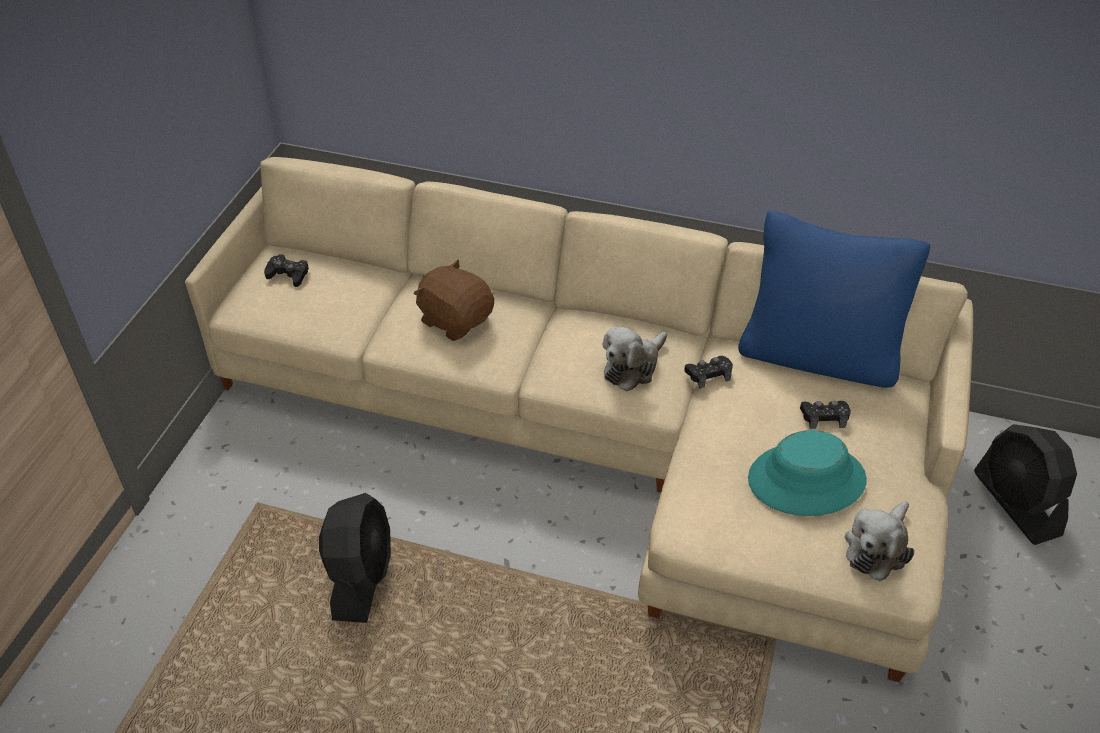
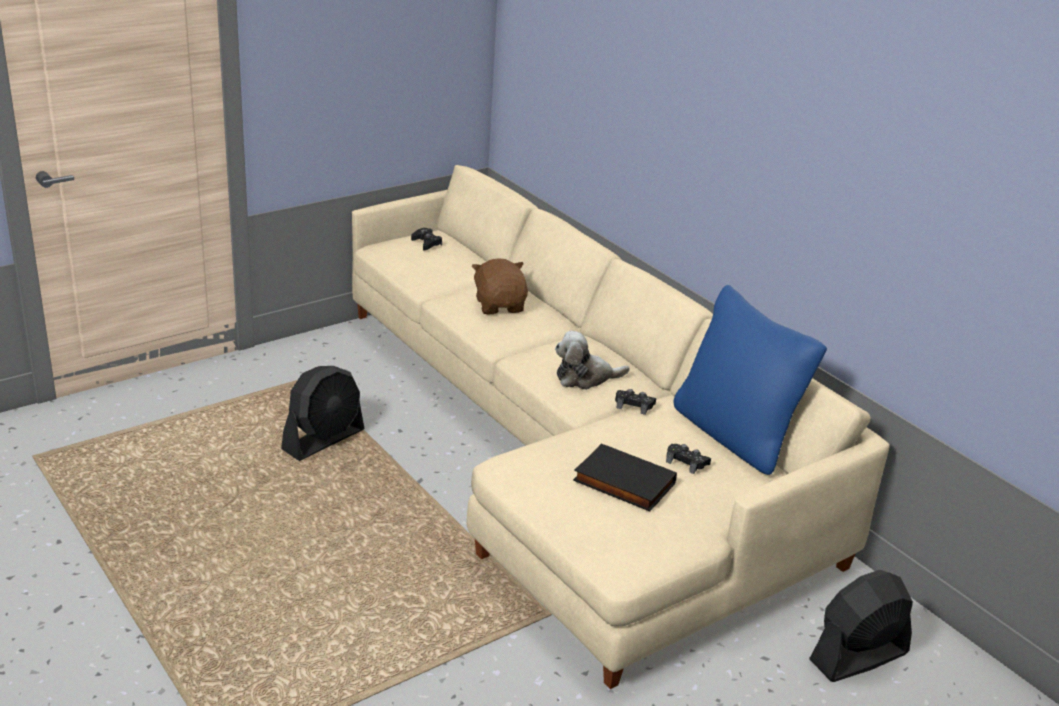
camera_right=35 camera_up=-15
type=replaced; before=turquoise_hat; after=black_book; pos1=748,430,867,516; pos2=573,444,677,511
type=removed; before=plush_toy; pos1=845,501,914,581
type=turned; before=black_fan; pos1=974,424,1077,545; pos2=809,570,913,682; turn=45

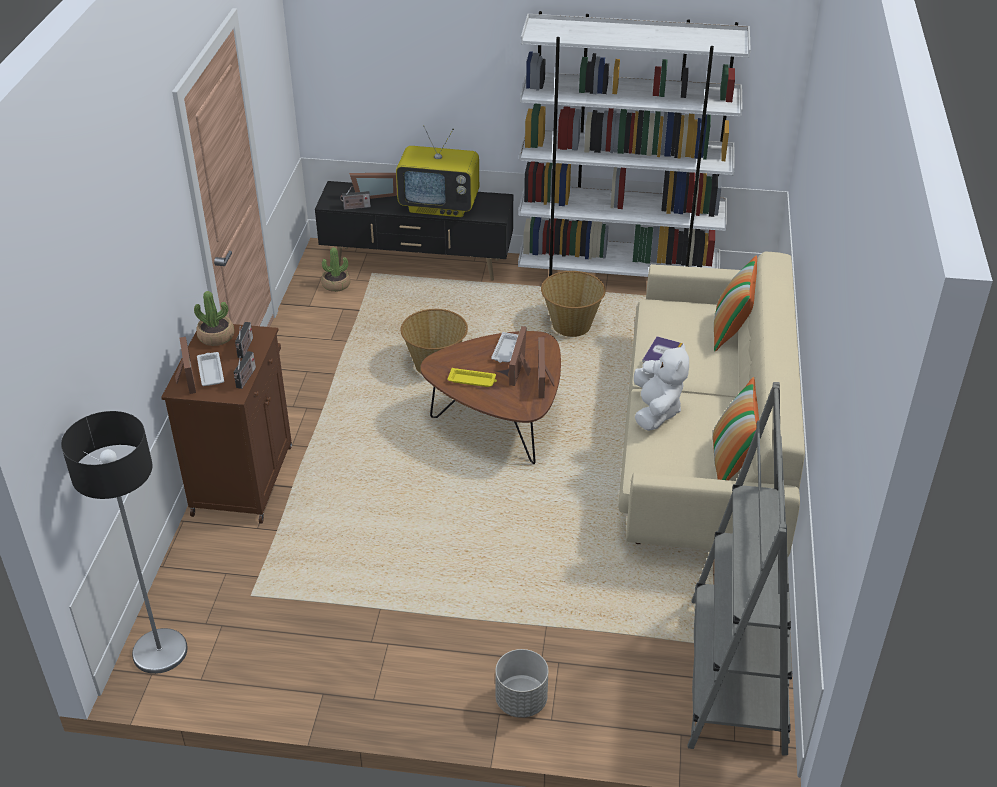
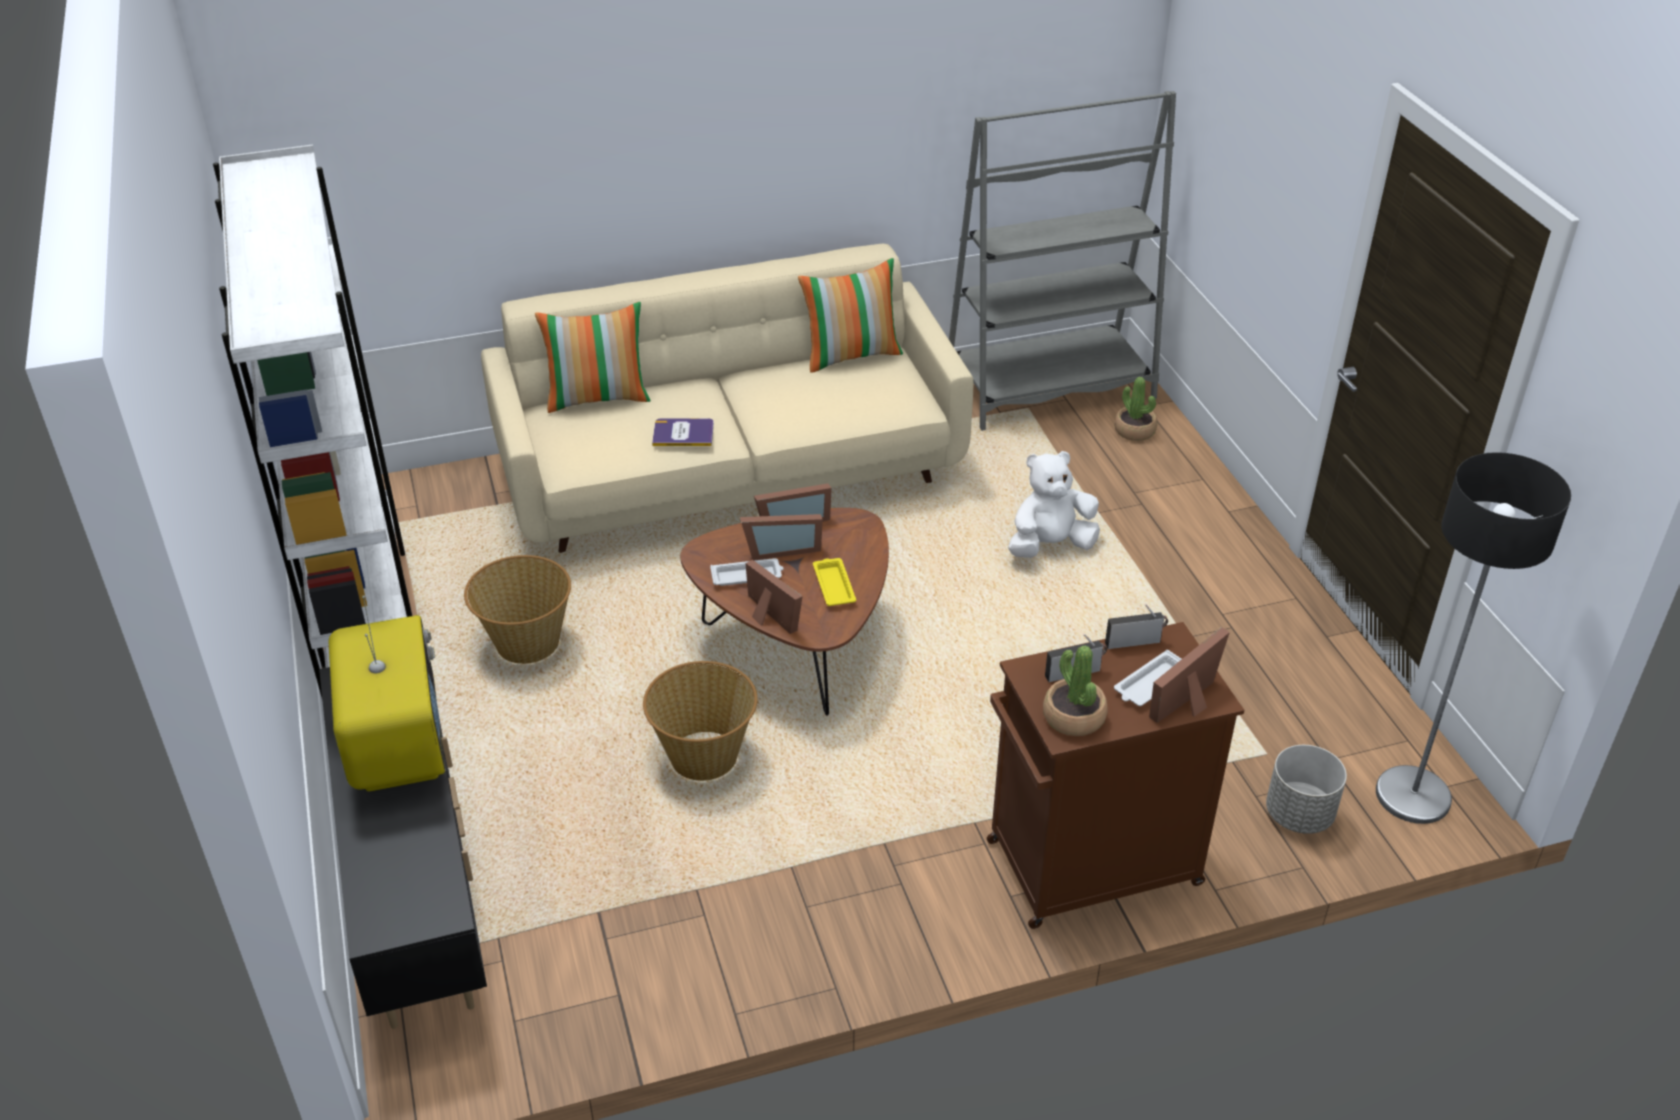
camera_right=-115 camera_up=0
type=moved; before=potted_plant; pos1=321,247,350,292; pos2=1114,377,1157,441
type=removed; before=radio; pos1=340,186,371,210
type=moved; before=picture_frame; pos1=349,173,397,199; pos2=745,560,803,634
type=moved; before=grey_planter; pos1=495,649,548,718; pos2=1266,745,1347,834
type=moved; before=white_plush_toy; pos1=634,343,689,431; pos2=1008,451,1100,558

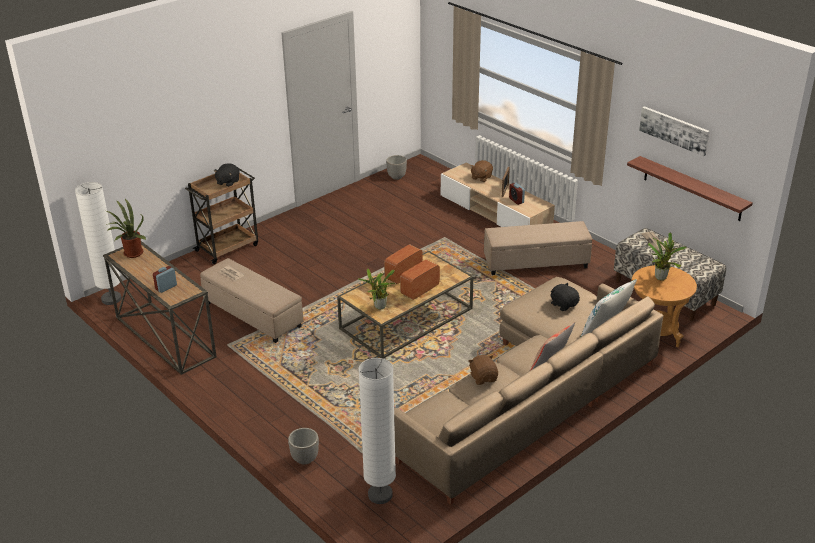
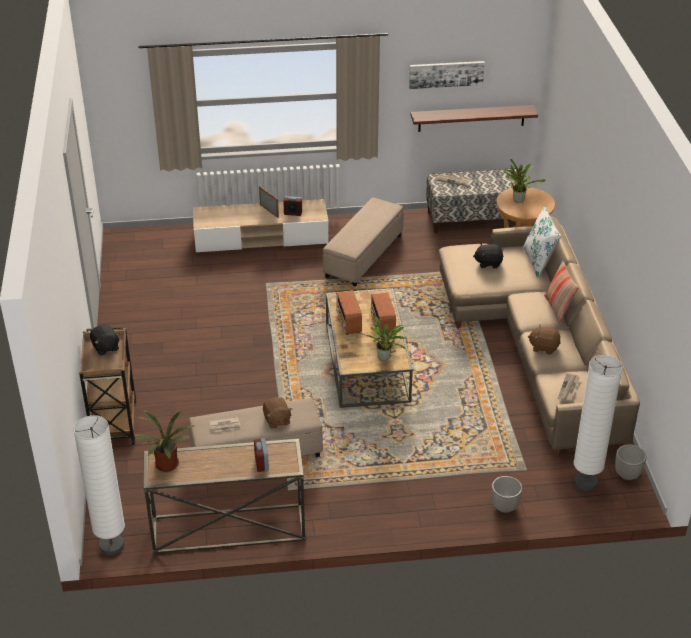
camera_right=-55 camera_up=5
type=moved; before=planter; pos1=386,155,407,180; pos2=615,444,646,480
type=moved; before=brown_plush_toy; pos1=470,160,493,182; pos2=263,397,292,429
type=added; after=newspaper; pos2=558,373,580,401

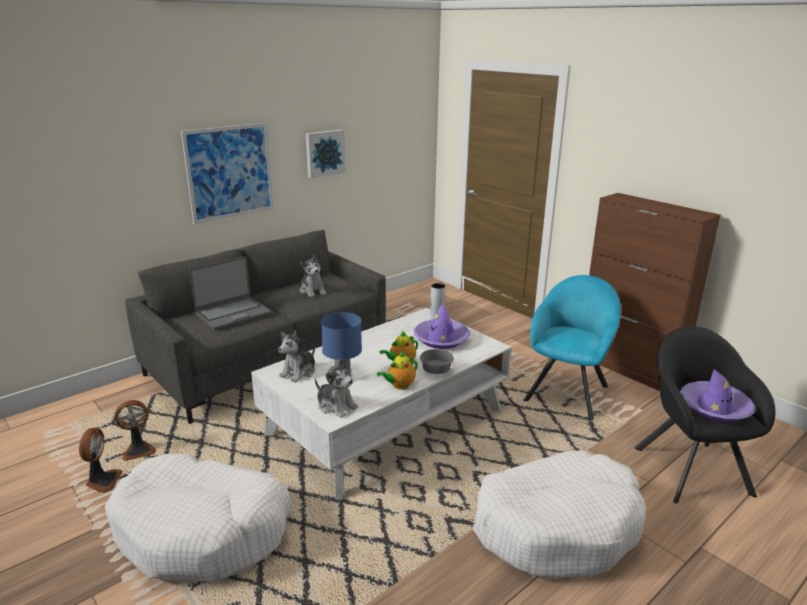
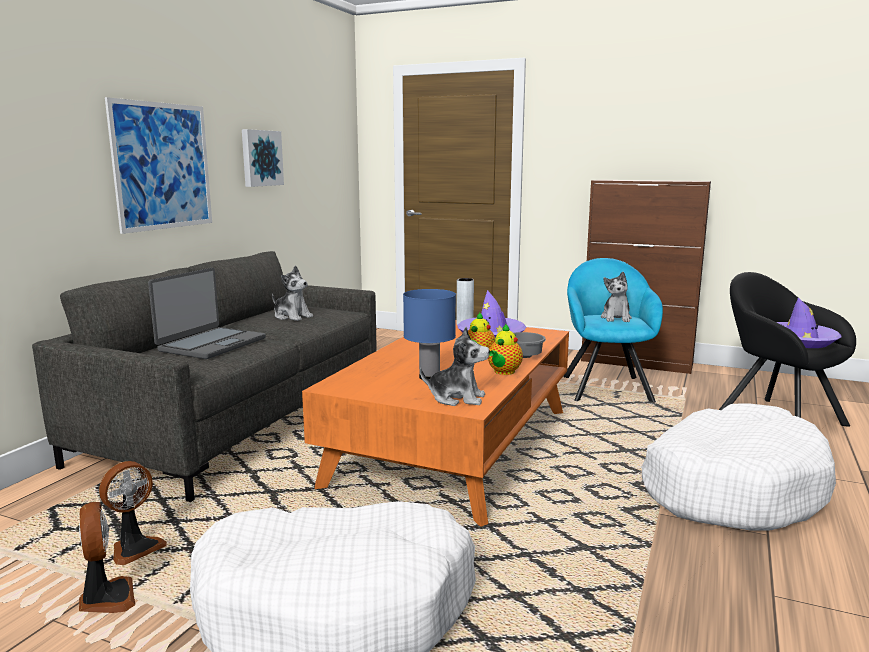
camera_right=-25 camera_up=-10
type=recoloured; before=white_coffee_table; after=orange_coffee_table; pos1=251,308,512,500; pos2=302,322,569,527
type=moved; before=plush_toy; pos1=278,331,315,383; pos2=601,272,632,322

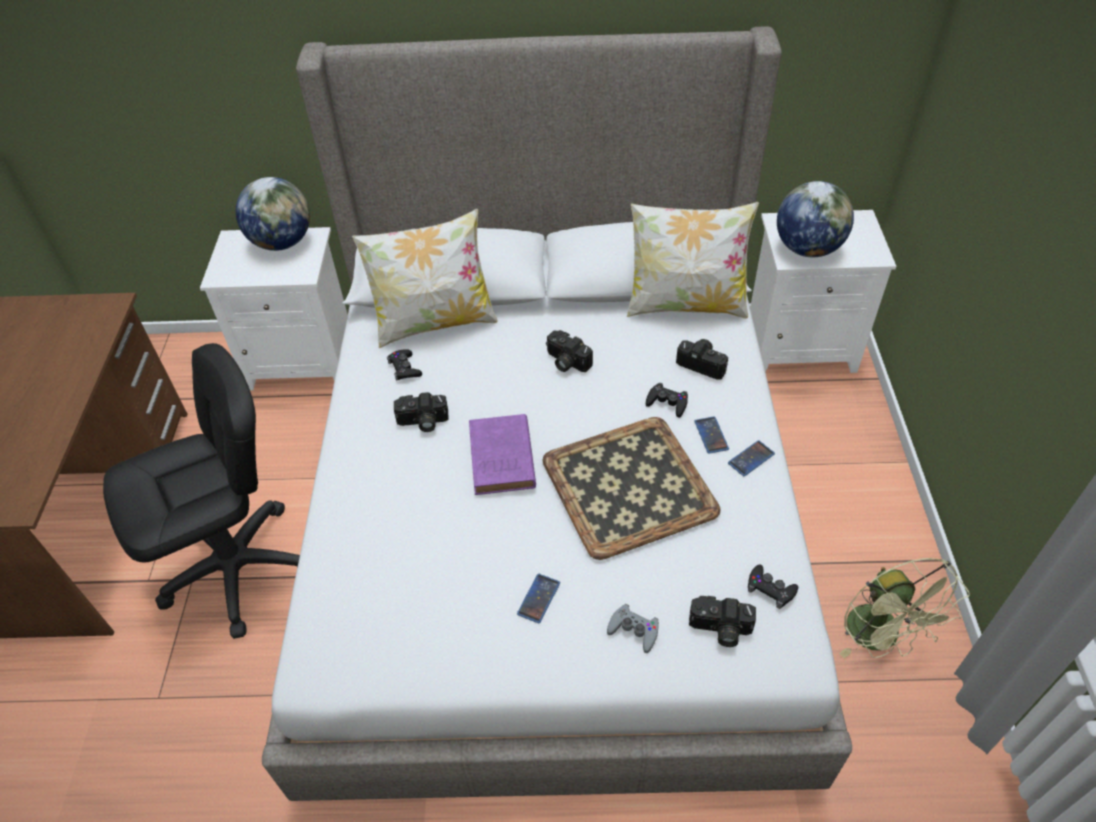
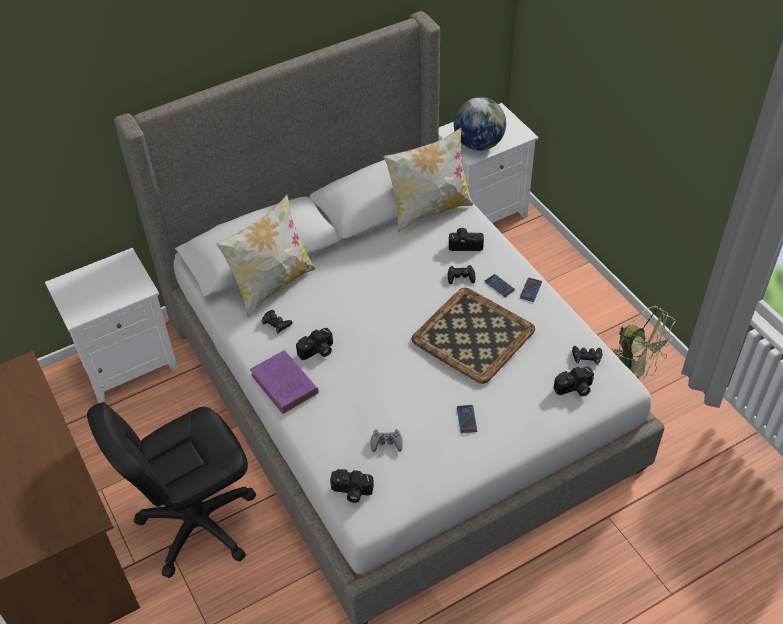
camera_right=-30 camera_up=0
type=turned; before=black_office_chair; pos1=103,343,300,639; pos2=87,402,256,578; turn=-150
type=removed; before=globe; pos1=235,177,310,251
type=moved; before=purple_book; pos1=469,414,536,495; pos2=250,350,319,414
type=moved; before=photo_camera; pos1=546,330,593,372; pos2=330,469,374,503
type=moved; before=grey_game_controller; pos1=607,604,659,653; pos2=371,429,402,452

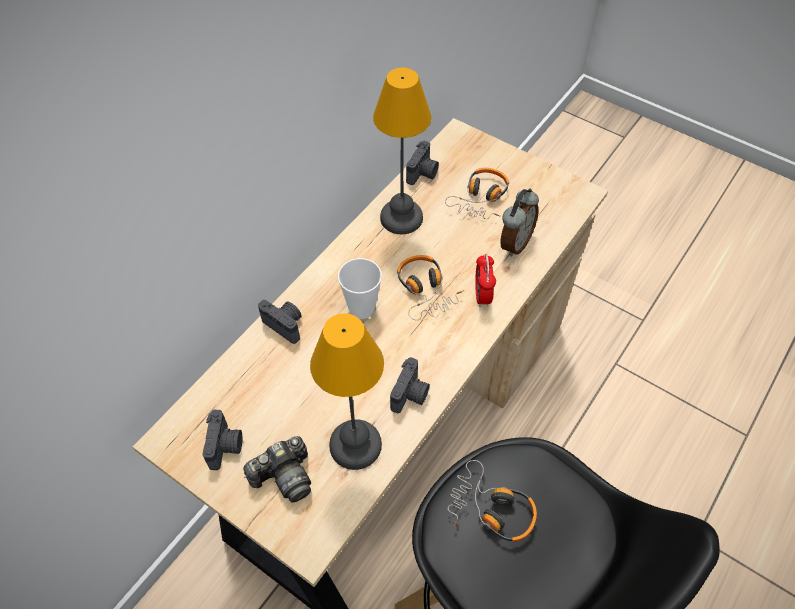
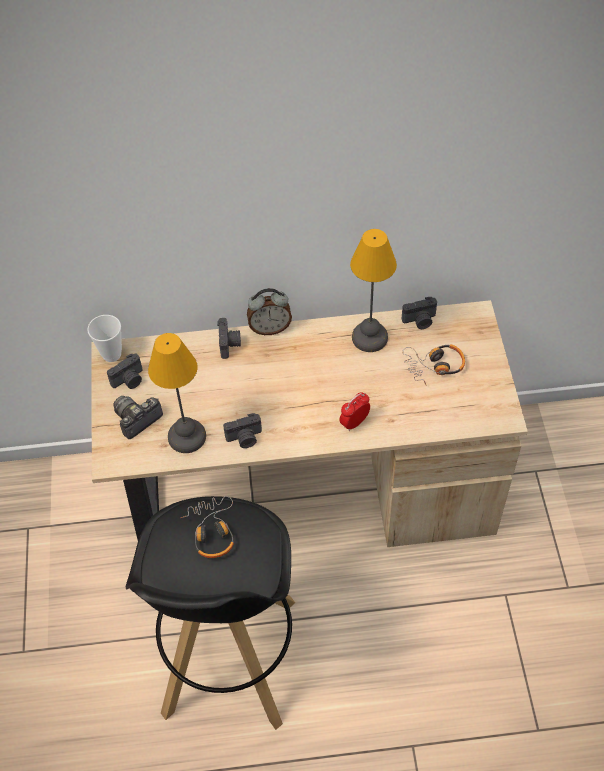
camera_right=50 camera_up=0
type=turned; before=photo_camera; pos1=243,436,311,502; pos2=113,396,163,439; turn=120
type=moved; before=cup; pos1=338,258,382,319; pos2=87,315,122,362
type=removed; before=headphones; pos1=397,255,464,320
type=moved; before=alarm_clock; pos1=500,188,539,257; pos2=247,288,292,335

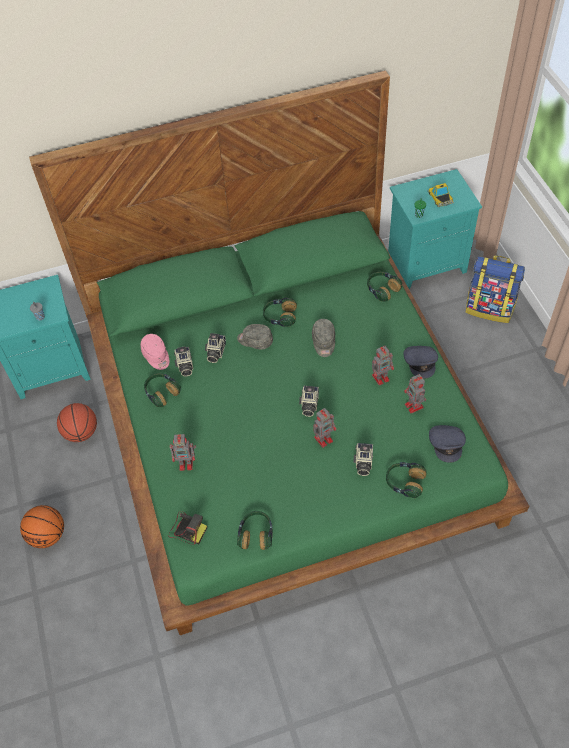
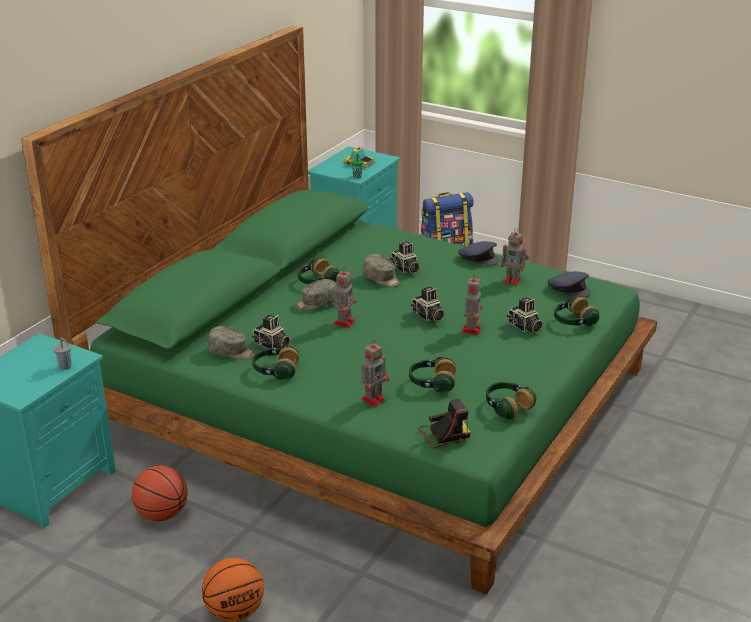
camera_right=-45 camera_up=-25
type=recoloured; before=pink_cap; after=grey_cap; pos1=141,334,169,370; pos2=208,326,255,360
type=moved; before=photo_camera; pos1=205,333,226,363; pos2=390,241,420,274
type=moved; before=headphones; pos1=367,272,402,302; pos2=409,357,456,392
type=moved; before=toy_robot; pos1=372,346,394,385; pos2=334,267,356,328

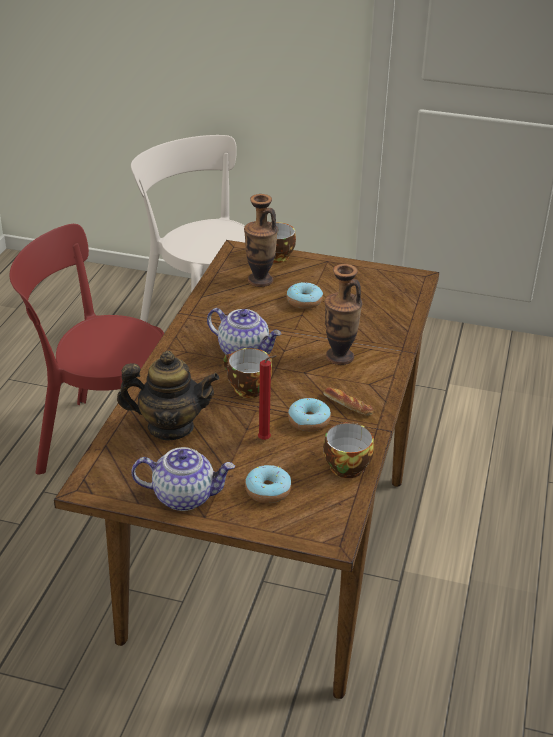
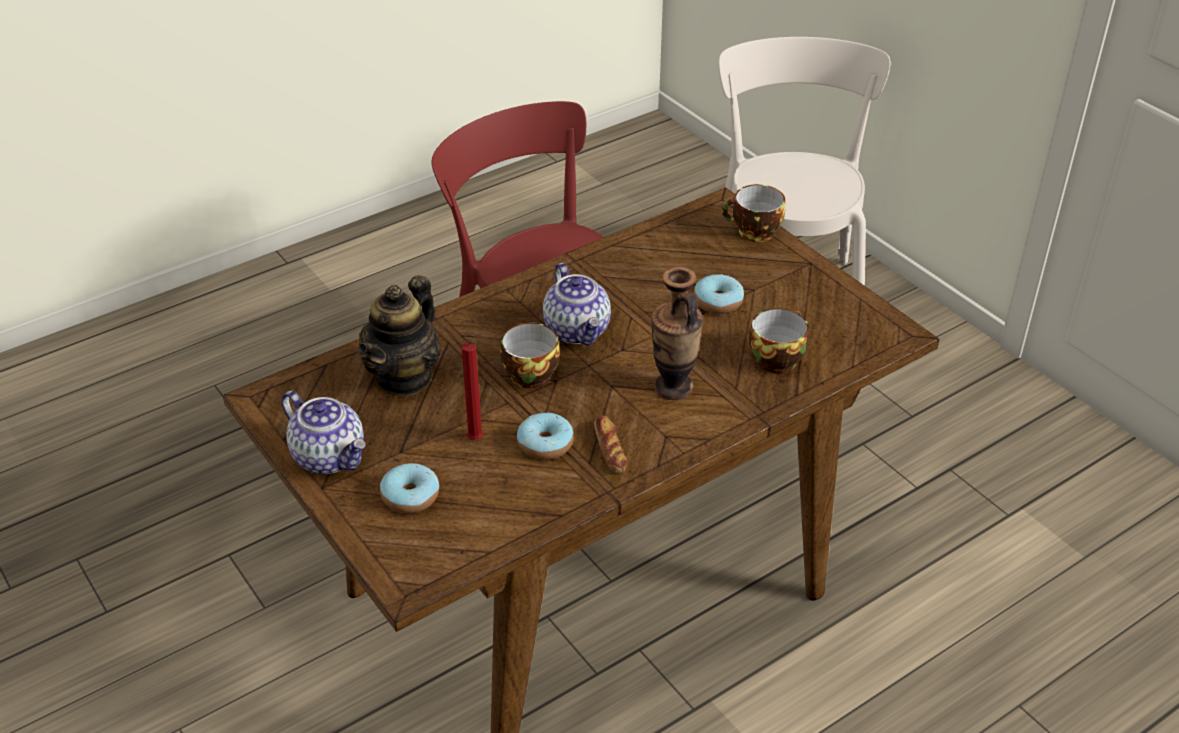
camera_right=40 camera_up=5
type=turned; before=teapot; pos1=117,351,220,440; pos2=358,275,440,396; turn=75
type=removed; before=vase; pos1=244,194,278,287
type=moved; before=cup; pos1=323,422,374,478; pos2=749,308,809,373

